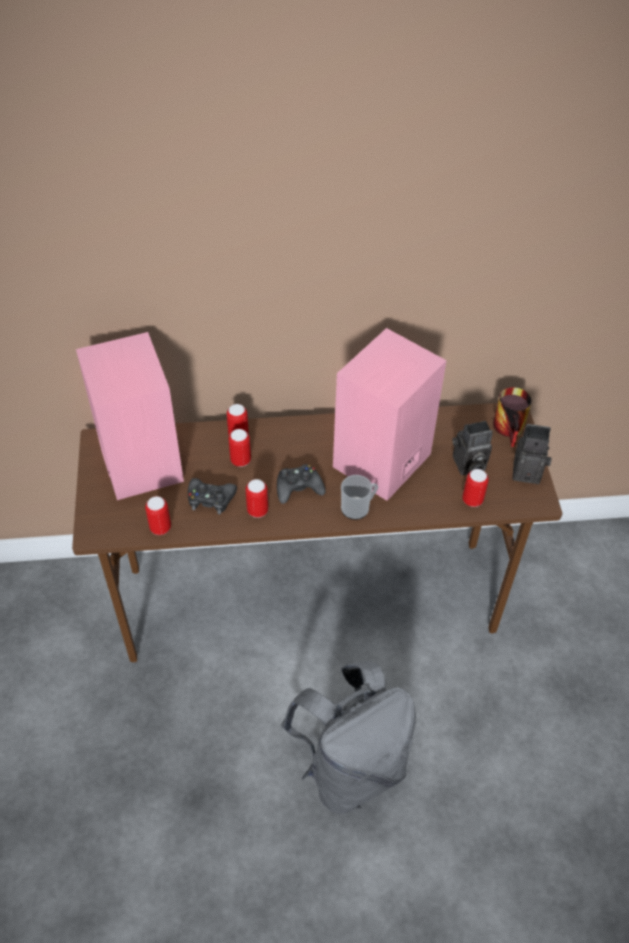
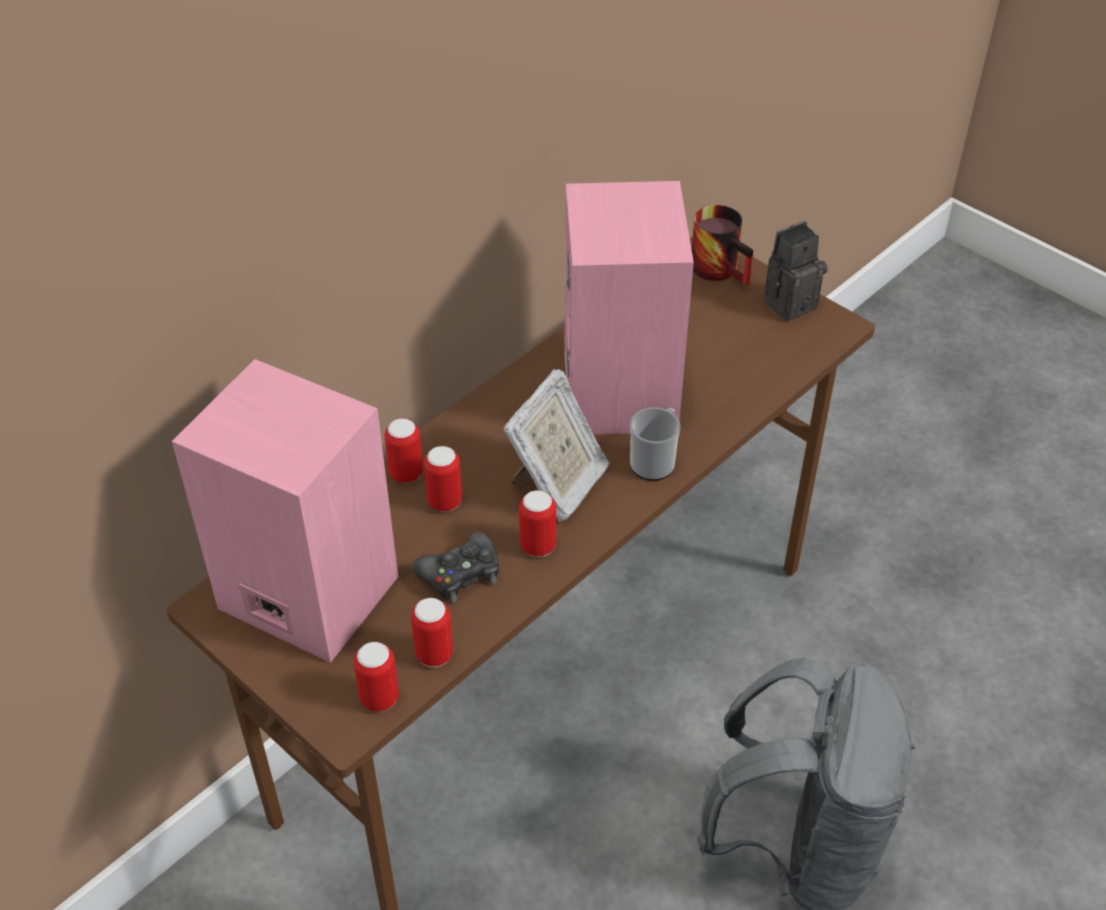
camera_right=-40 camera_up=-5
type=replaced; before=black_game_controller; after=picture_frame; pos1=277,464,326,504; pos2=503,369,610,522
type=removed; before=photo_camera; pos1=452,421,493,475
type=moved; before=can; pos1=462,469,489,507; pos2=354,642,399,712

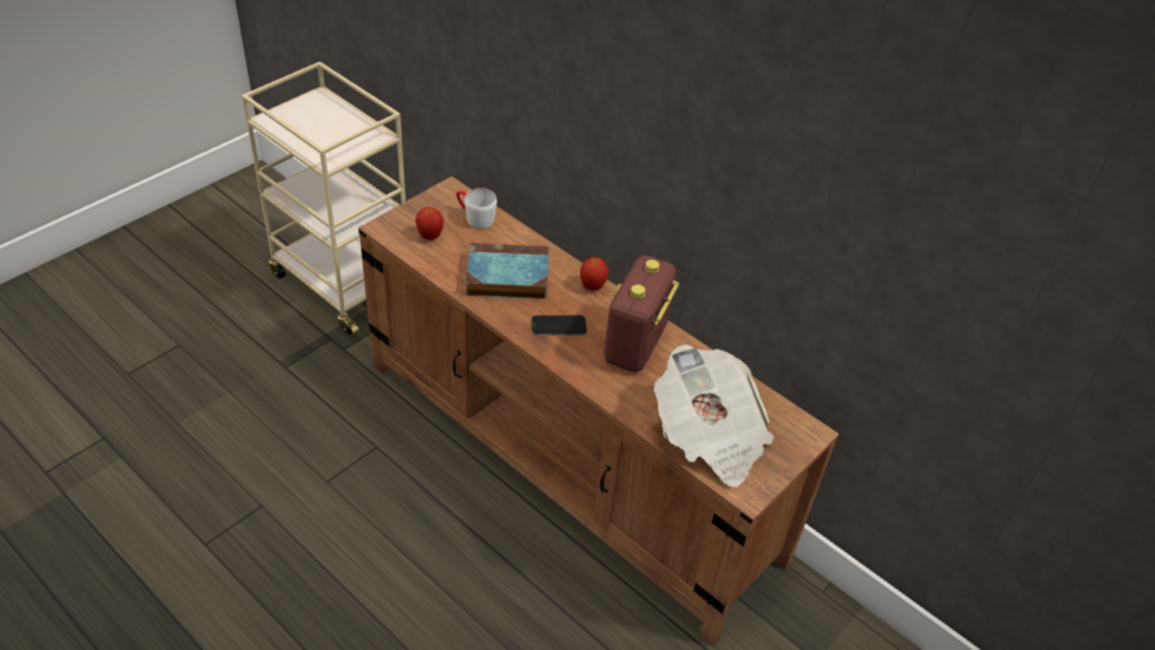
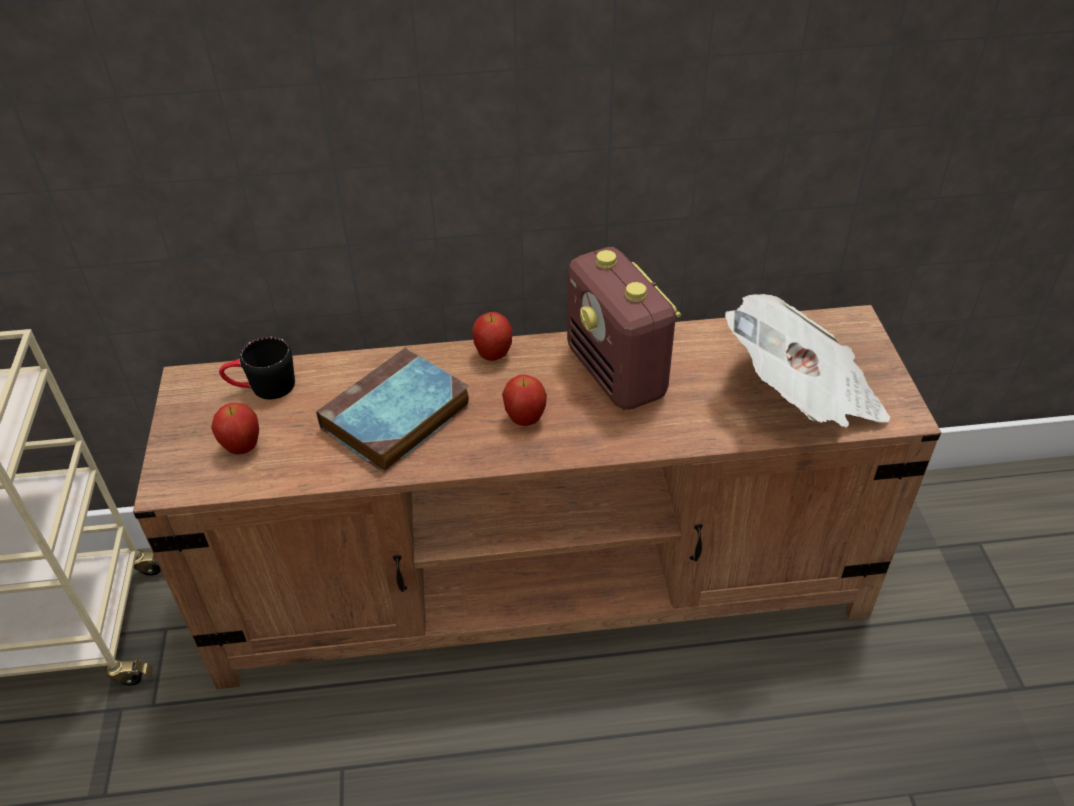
camera_right=-45 camera_up=0
type=recoloured; before=white_mug; after=black_mug; pos1=456,188,497,229; pos2=219,336,295,400
type=replaced; before=phone; after=apple; pos1=531,315,587,336; pos2=502,375,547,426

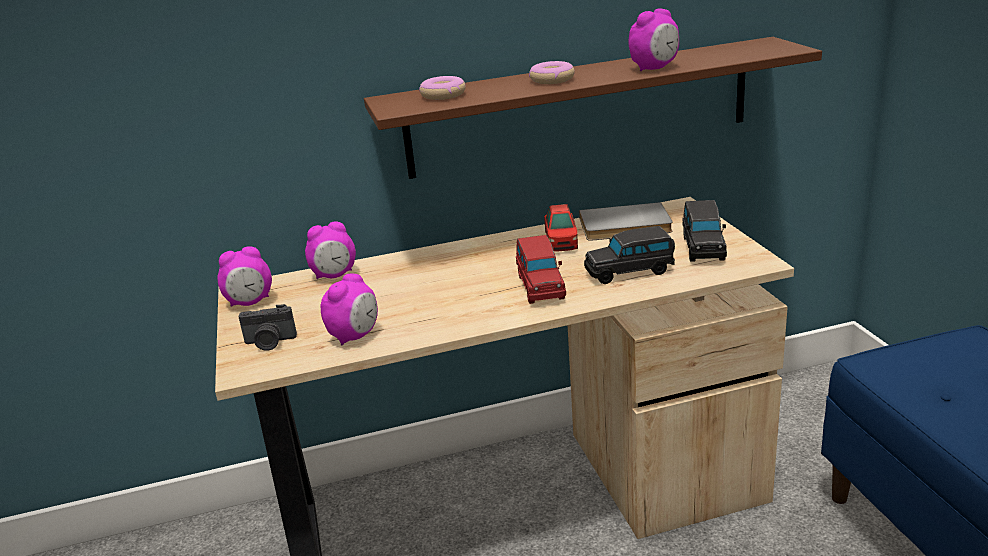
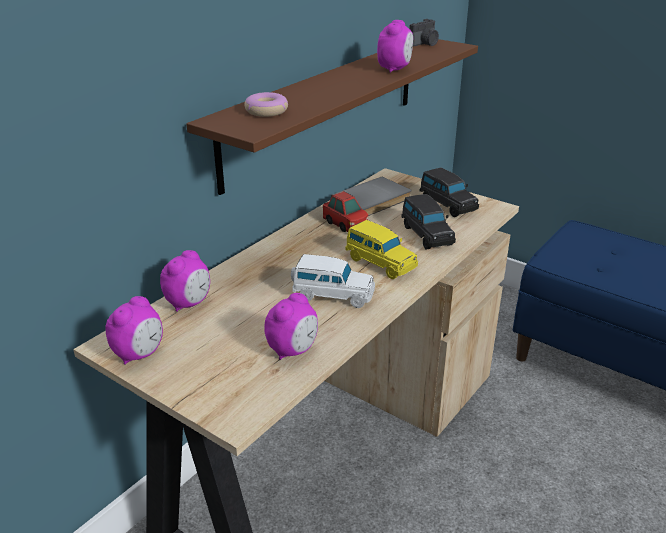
camera_right=-40 camera_up=5
type=moved; before=photo_camera; pos1=238,304,297,351; pos2=409,19,439,47
type=turned; before=alarm_clock; pos1=321,273,378,346; pos2=264,293,318,360; turn=45
type=recoloured; before=red_toy_car; after=yellow_toy_car; pos1=516,235,566,304; pos2=345,220,418,279
type=removed; before=donut; pos1=529,61,575,84
type=turned; before=black_toy_car; pos1=584,226,675,284; pos2=401,194,456,250; turn=-60
type=added; after=white_toy_car; pos2=291,254,375,308

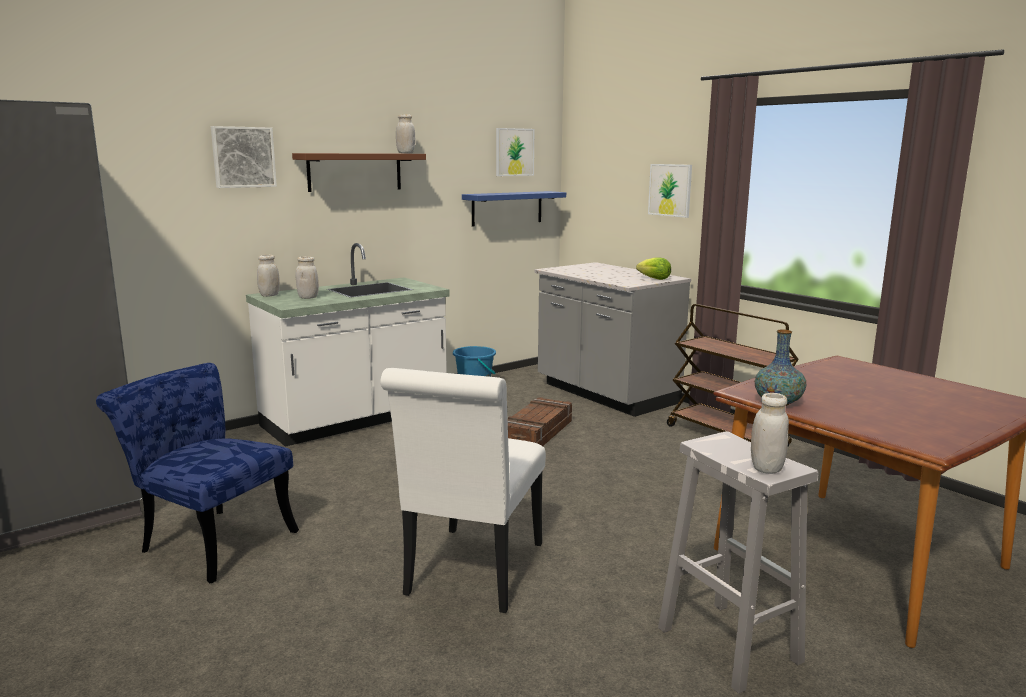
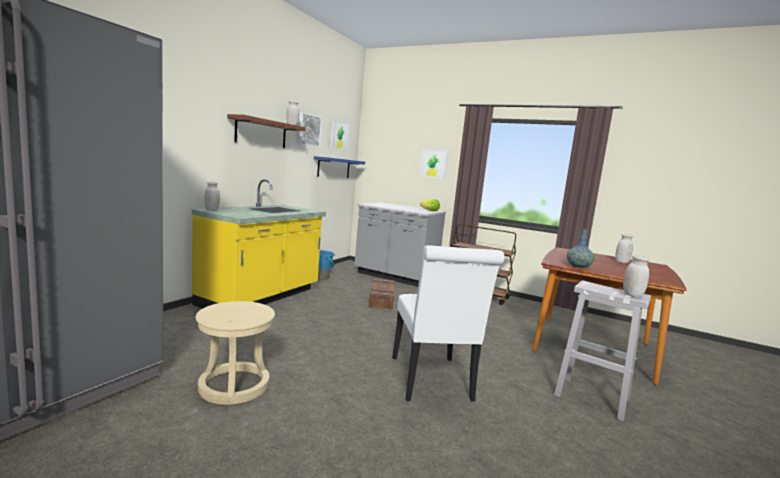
camera_right=-25 camera_up=-5
type=replaced; before=blue_chair; after=beige_stool; pos1=96,363,299,584; pos2=196,301,275,405
type=moved; before=picture; pos1=211,126,277,188; pos2=298,112,322,147
type=recoloured; before=white_counter; after=yellow_counter; pos1=246,243,450,447; pos2=192,179,326,308
type=moved; before=white_jar; pos1=295,257,319,299; pos2=615,234,633,263

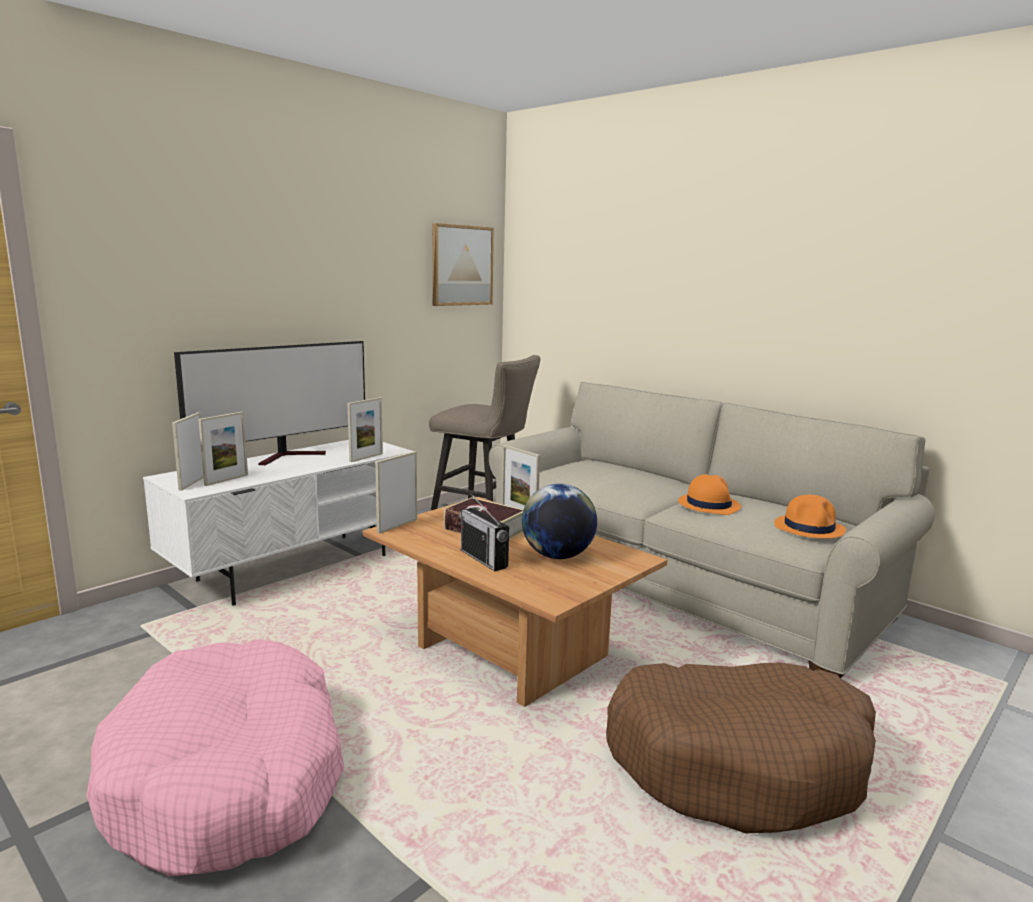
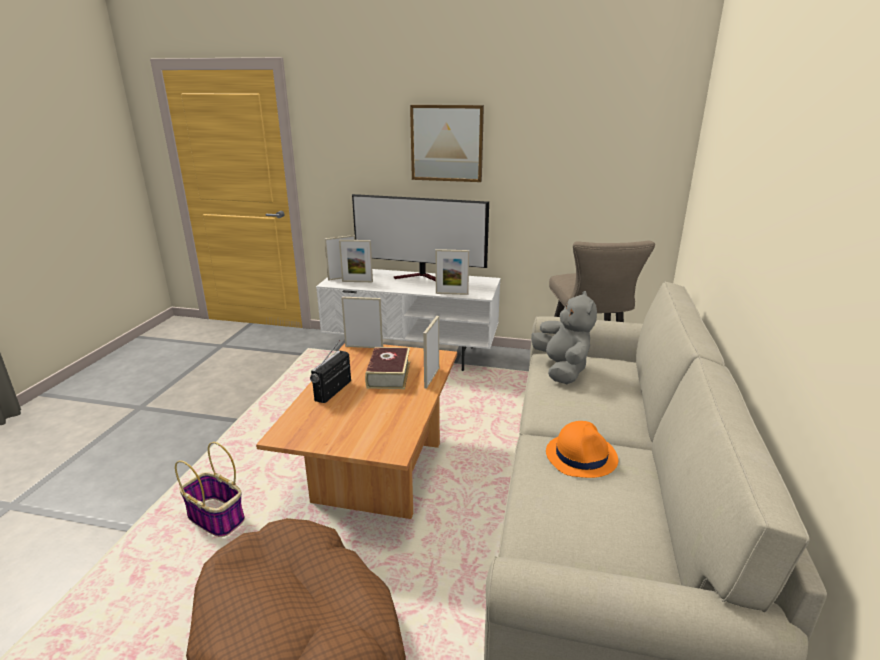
camera_right=60 camera_up=10
type=removed; before=pink_dog_bed; pos1=86,640,344,876
type=moved; before=picture; pos1=432,223,494,306; pos2=410,105,484,182
type=removed; before=globe; pos1=522,483,597,559
type=removed; before=orange_hat; pos1=774,495,846,539
type=added; after=basket; pos2=175,442,245,537
type=added; after=grey_plush_toy; pos2=531,291,597,384

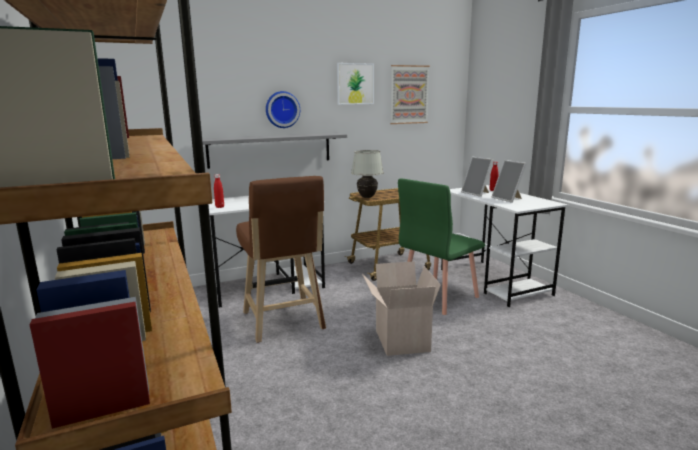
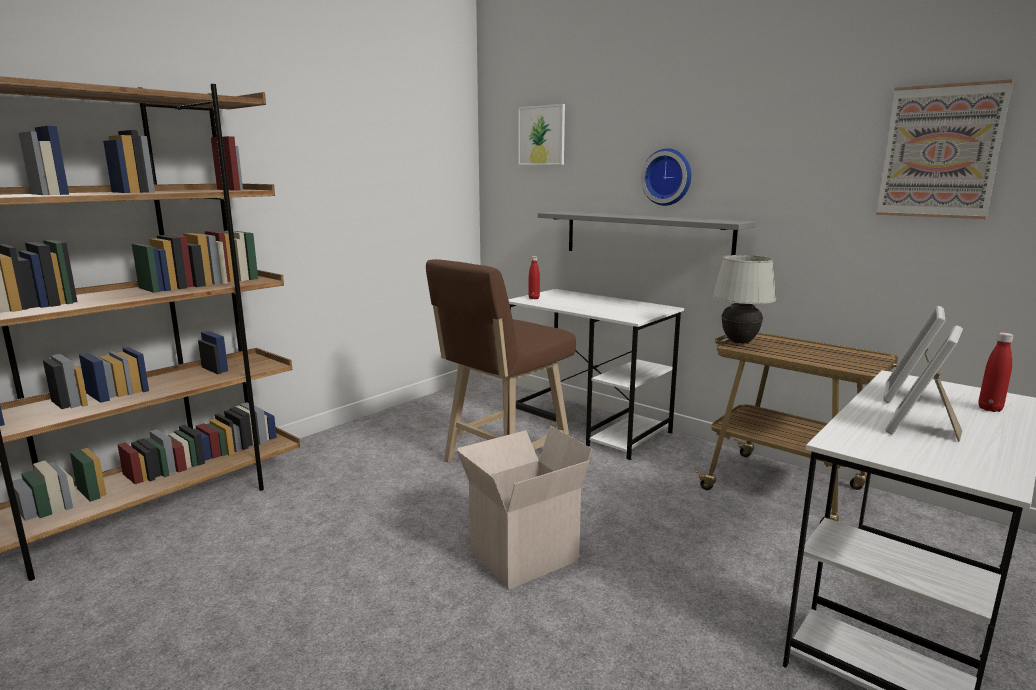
camera_right=65 camera_up=0
type=moved; before=picture; pos1=337,63,374,105; pos2=518,104,565,165
type=removed; before=green_chair; pos1=398,178,485,315

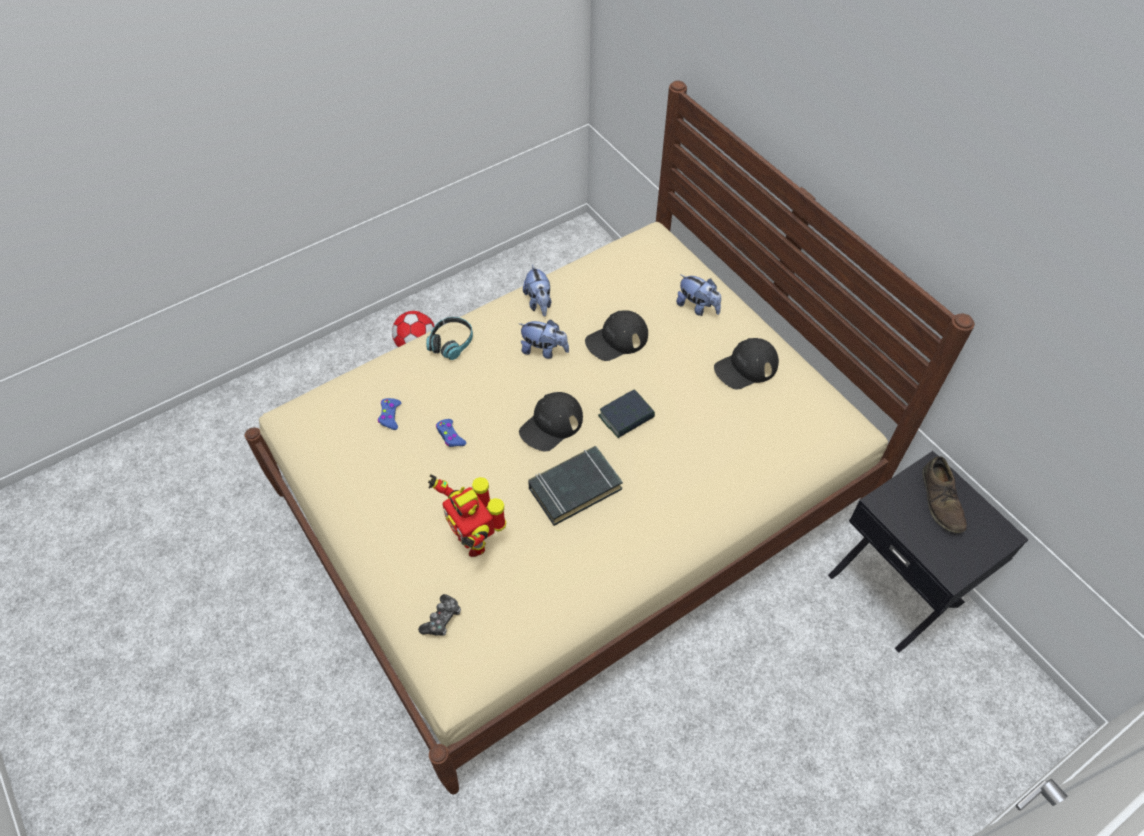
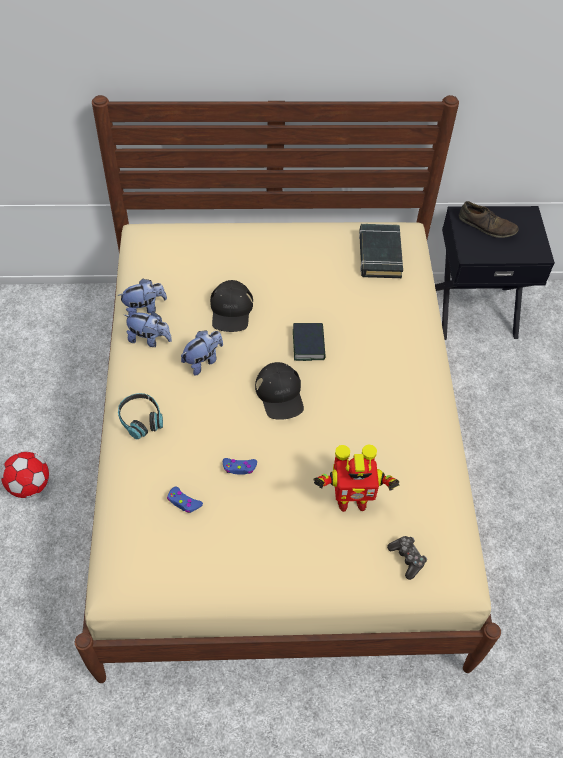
camera_right=-60 camera_up=0
type=moved; before=black_book; pos1=528,446,623,526; pos2=359,224,403,278
type=moved; before=plush_toy; pos1=676,274,721,316; pos2=118,279,167,315
type=removed; before=black_cap; pos1=714,338,779,390

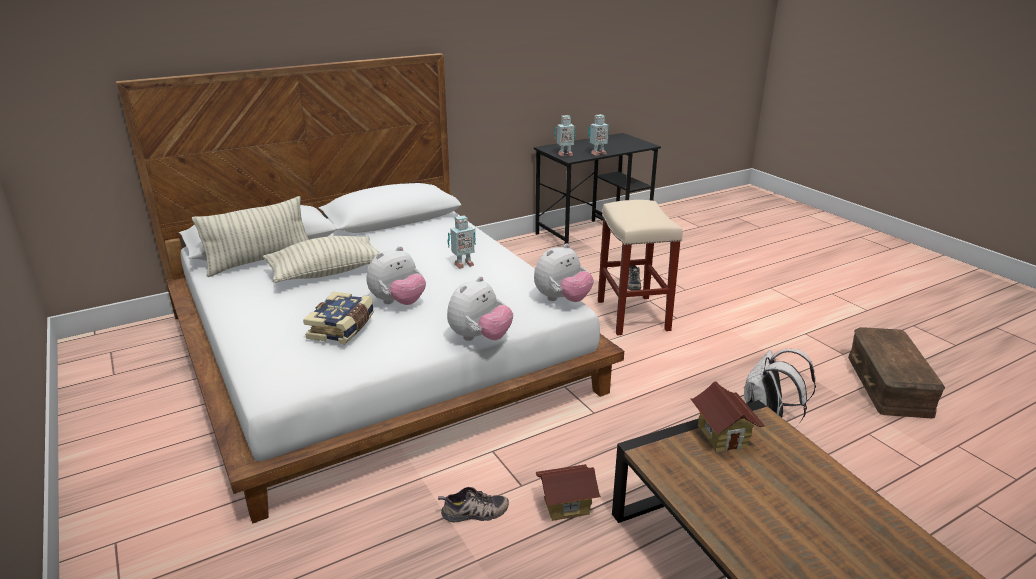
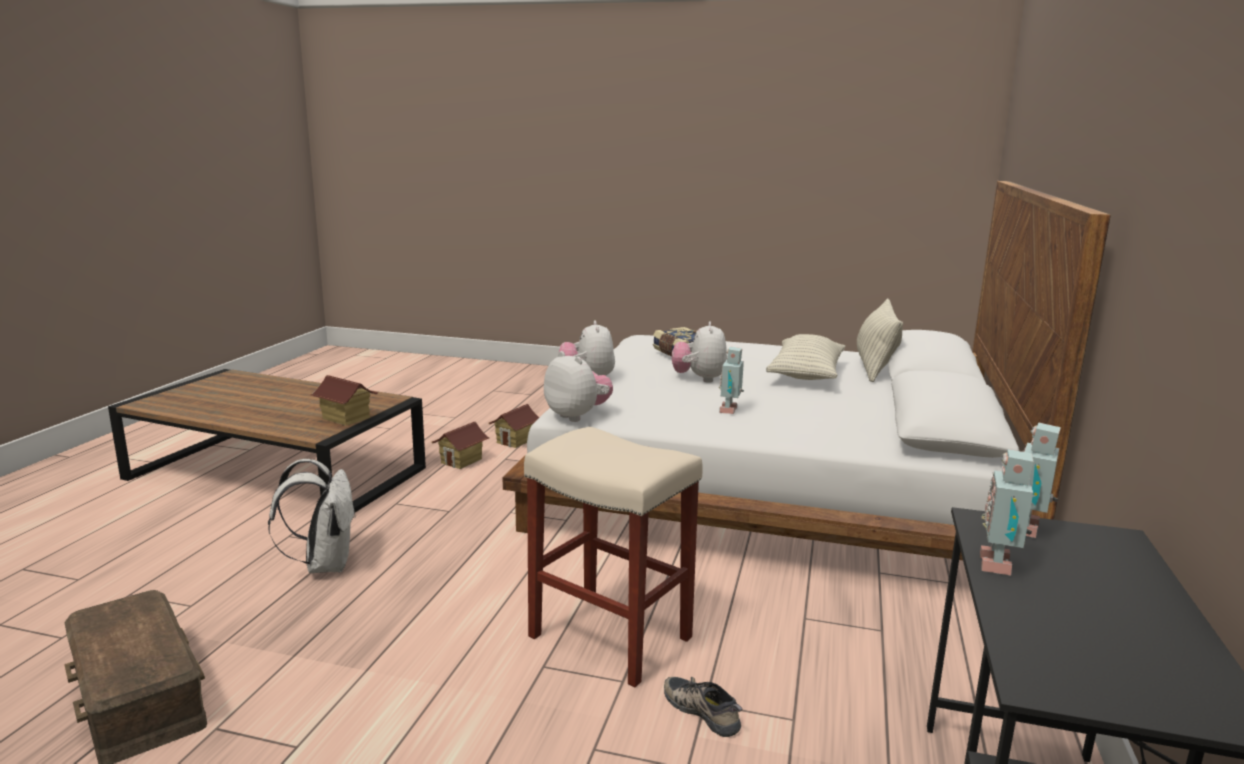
camera_right=135 camera_up=-10
type=replaced; before=shoe; after=toy_house; pos1=438,487,509,522; pos2=488,404,539,448
type=turned; before=plush_toy; pos1=534,243,594,302; pos2=544,351,613,422; turn=135

